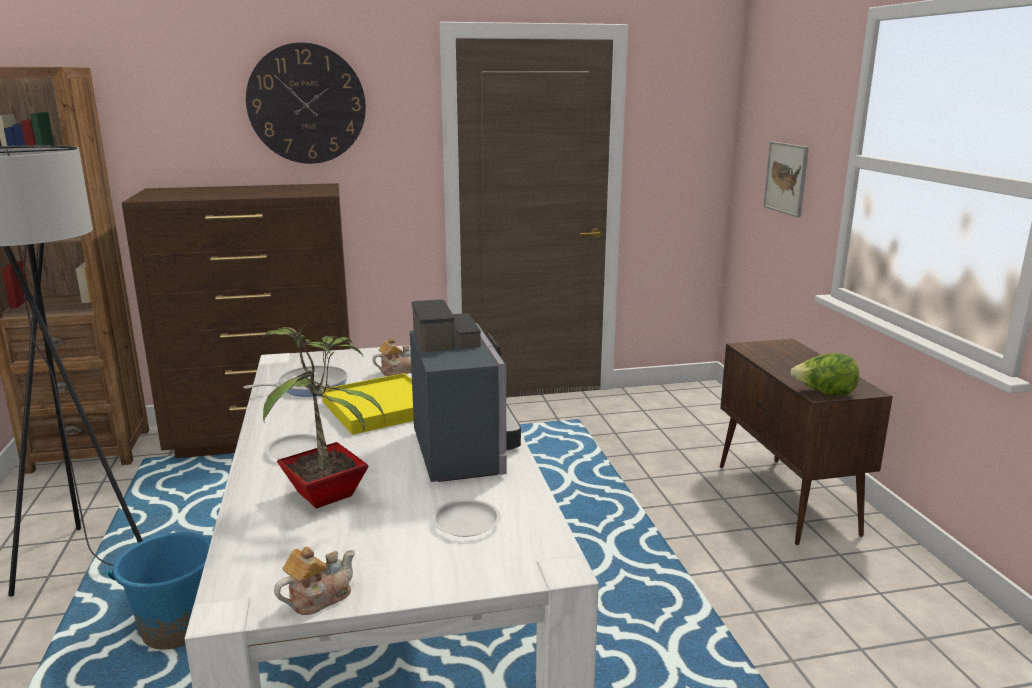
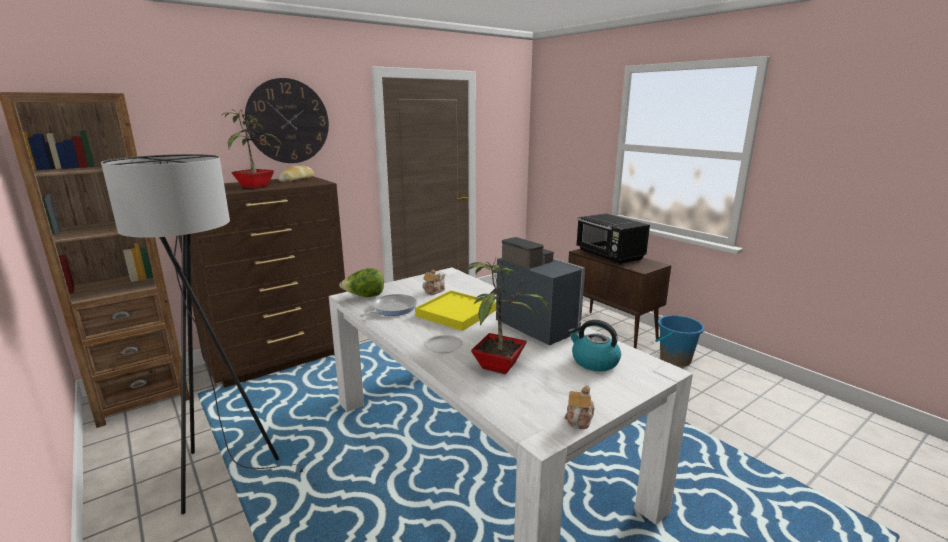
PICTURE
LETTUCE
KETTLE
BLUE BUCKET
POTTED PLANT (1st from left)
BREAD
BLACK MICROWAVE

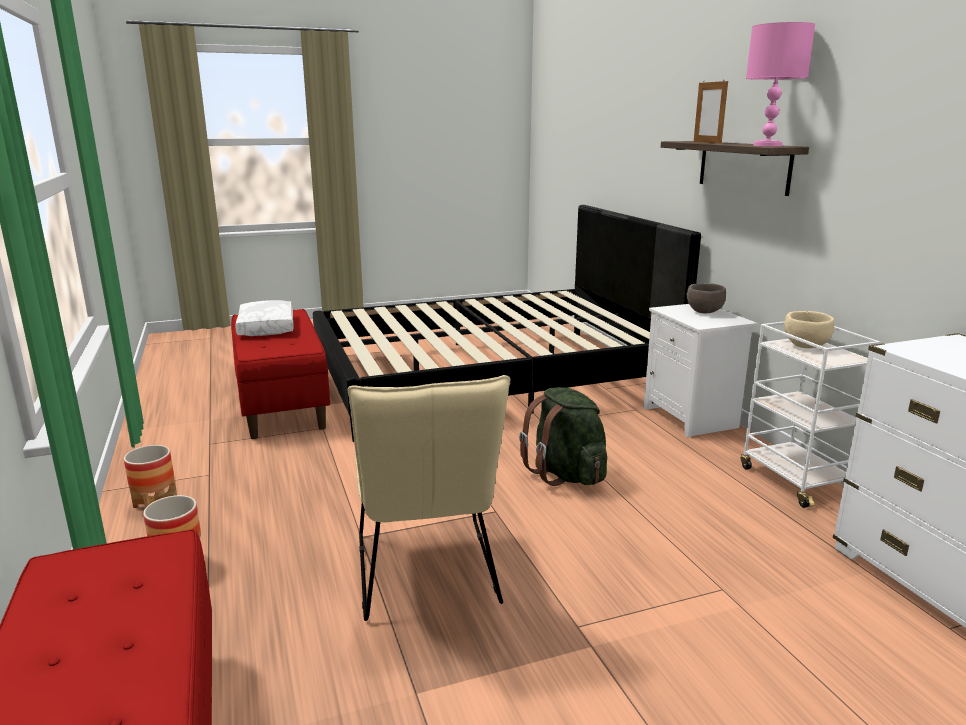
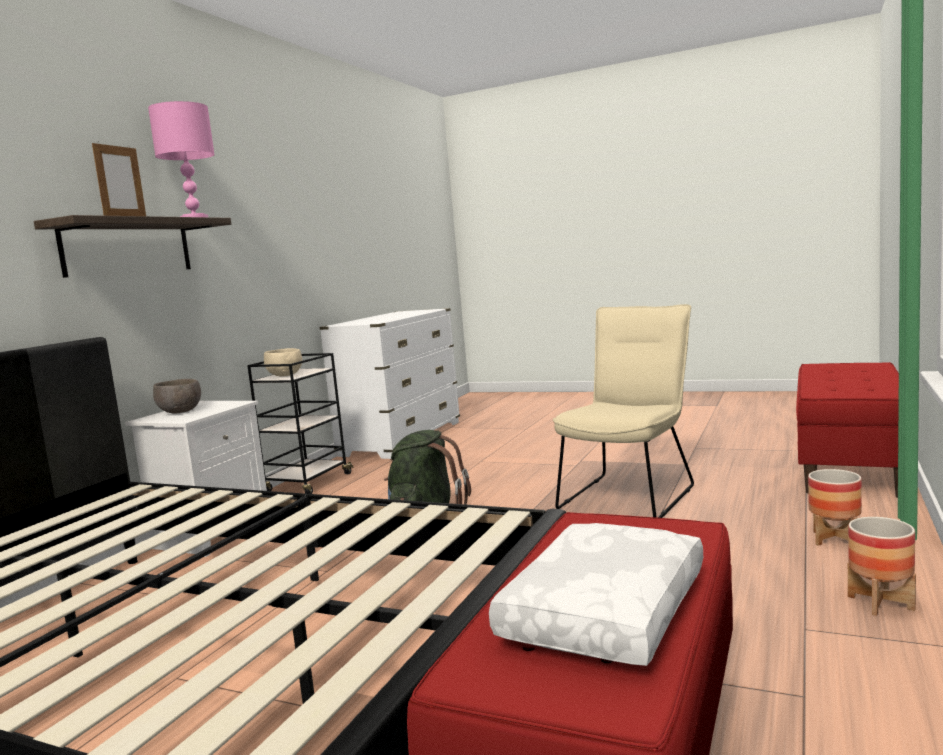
BLACK CART

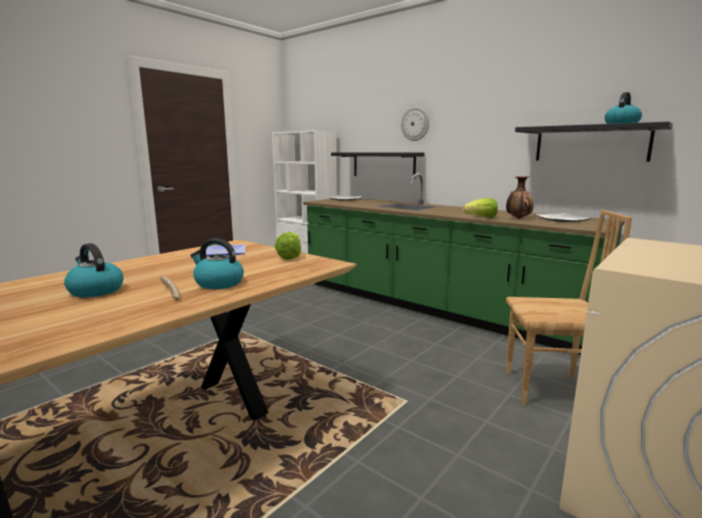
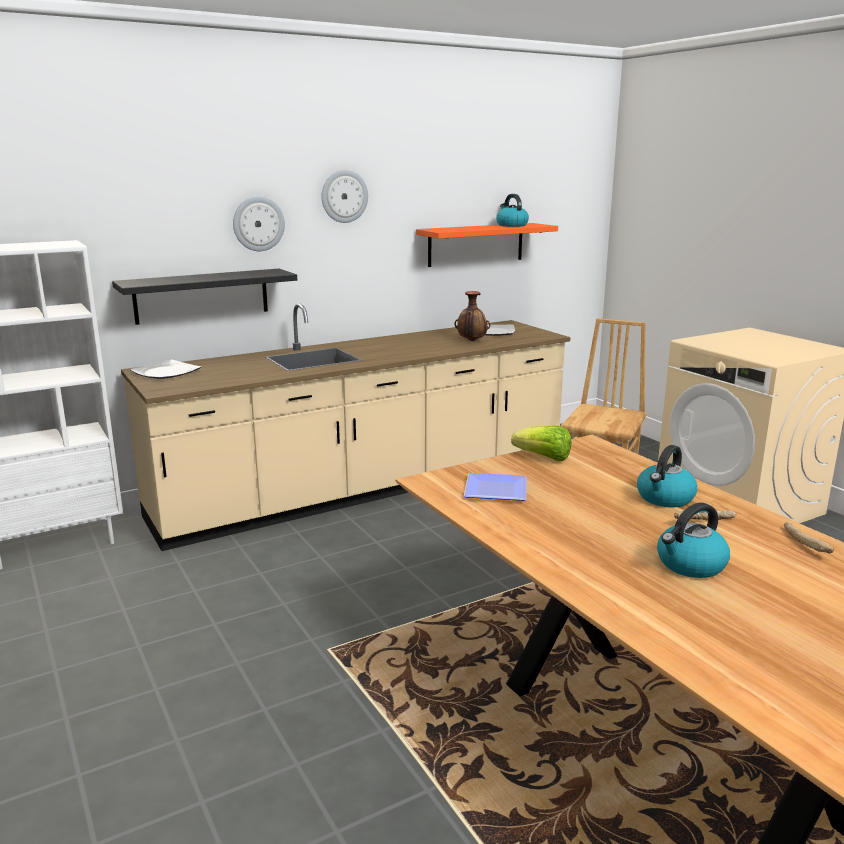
ORANGE SHELF
BEIGE COUNTER
LETTUCE (2nd from left in the first image)
WALL CLOCK (2nd from left)
BREAD (2nd from left)

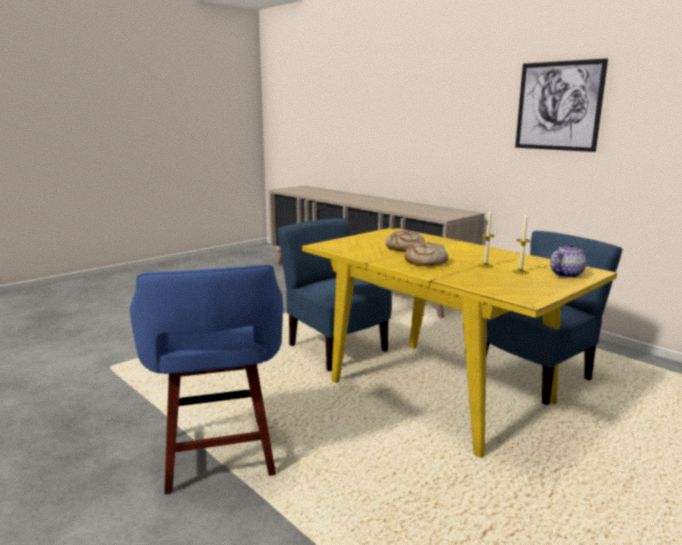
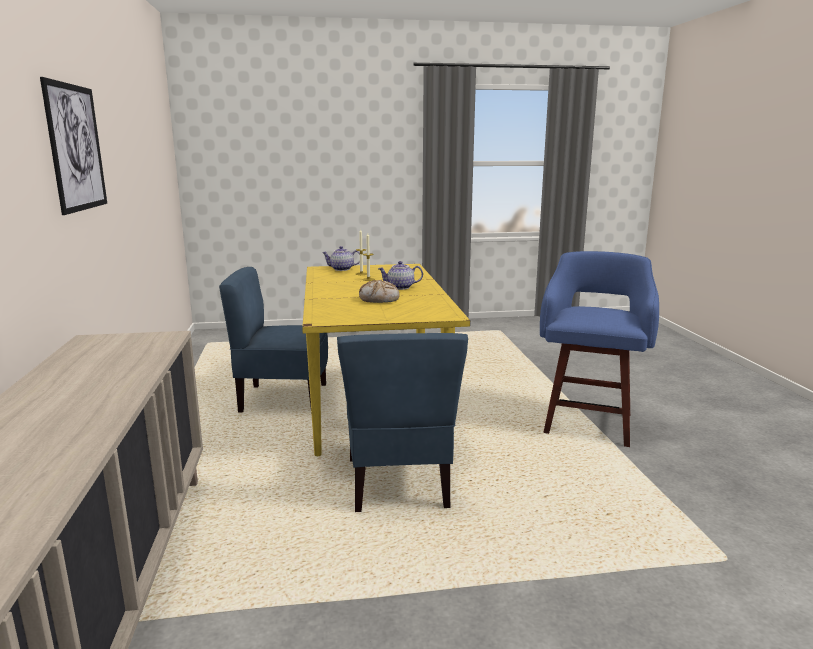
TEAPOT (2nd from left)

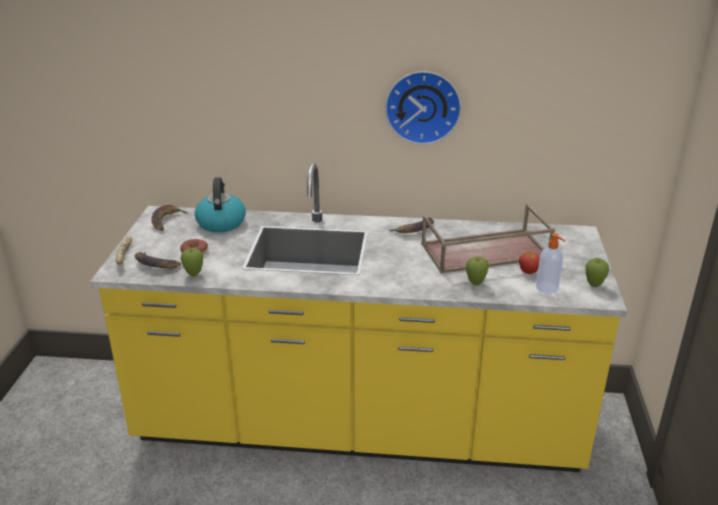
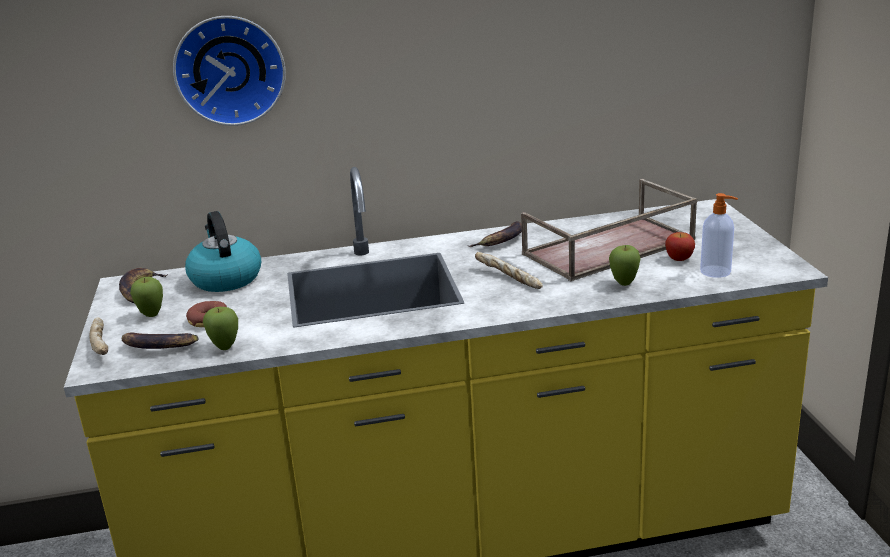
WALL CLOCK
APPLE (1st from left)
BREAD (2nd from left)

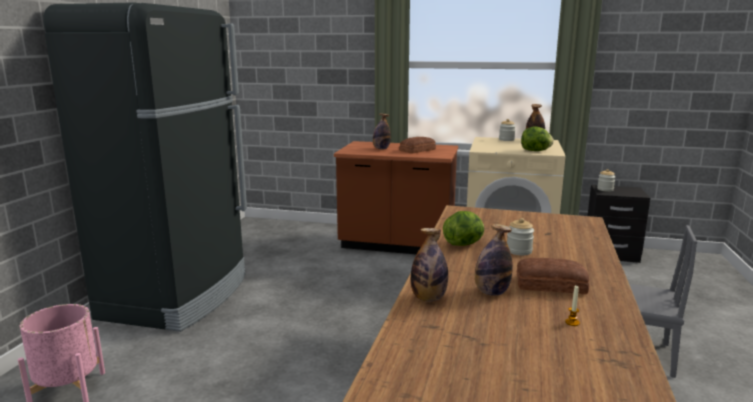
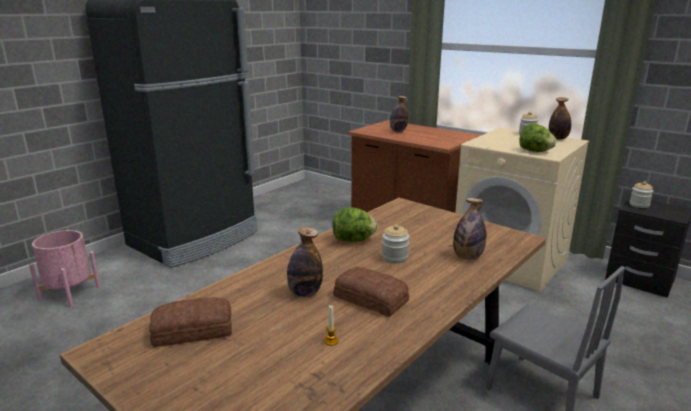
BREAD (1st from left)
BOTTLE (3rd from left)

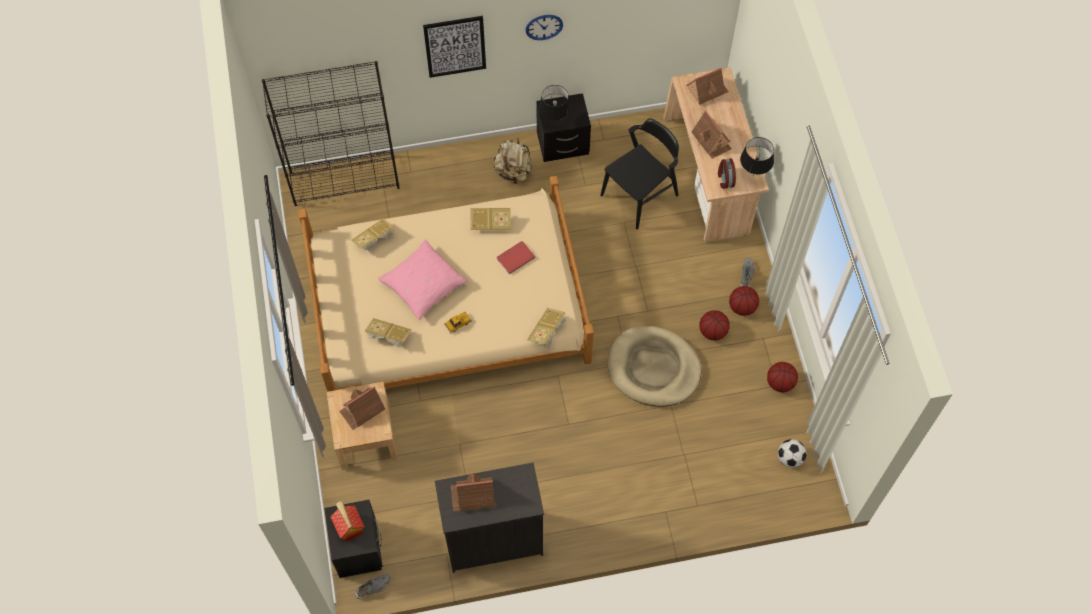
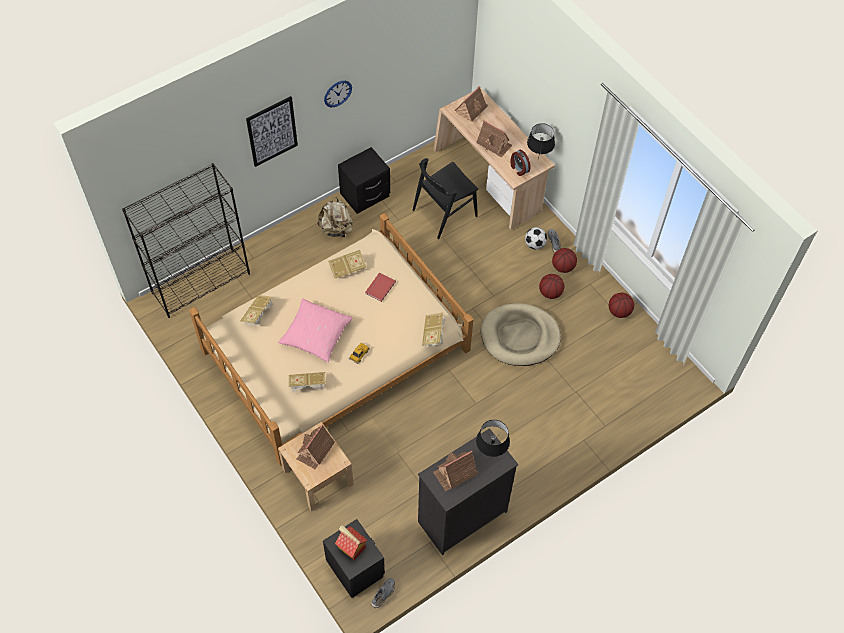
BLACK TABLE LAMP (1st from left)
BLACK CHAIR
FOOTBALL

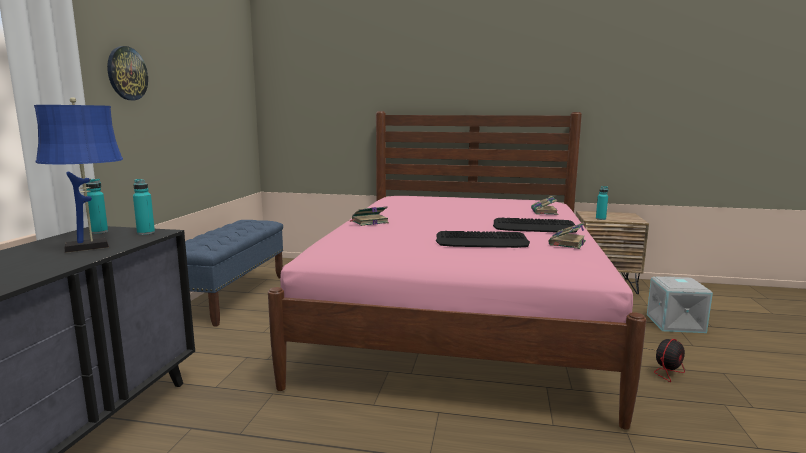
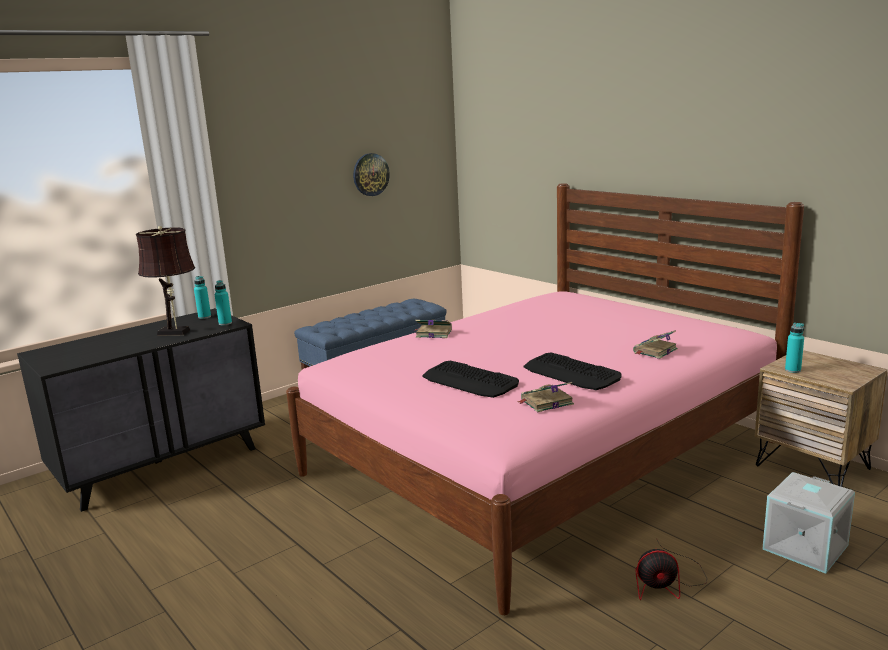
WALL CLOCK
BROWN TABLE LAMP

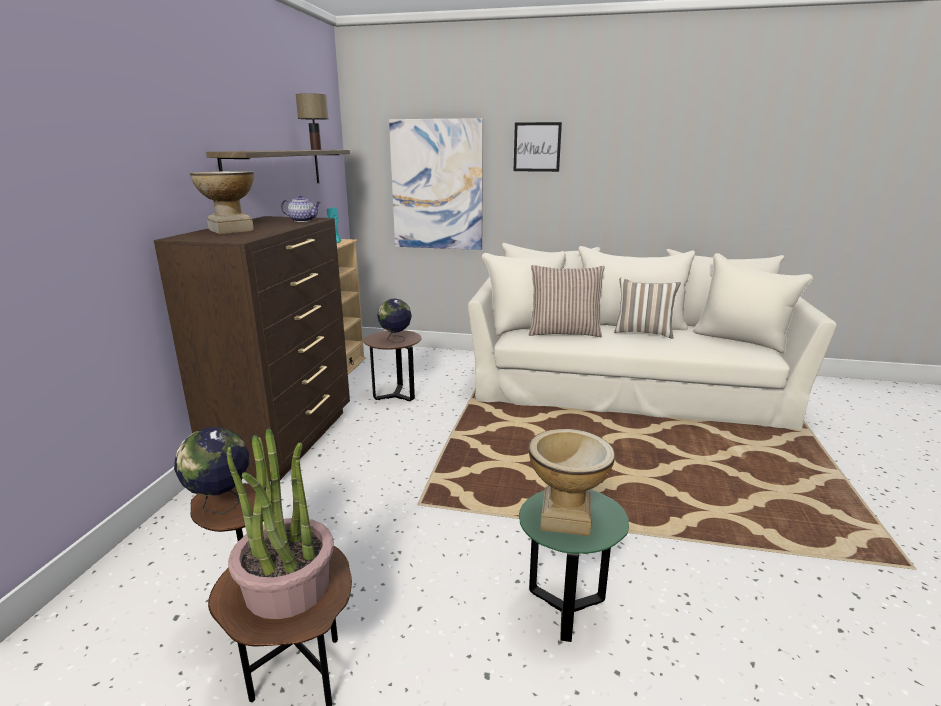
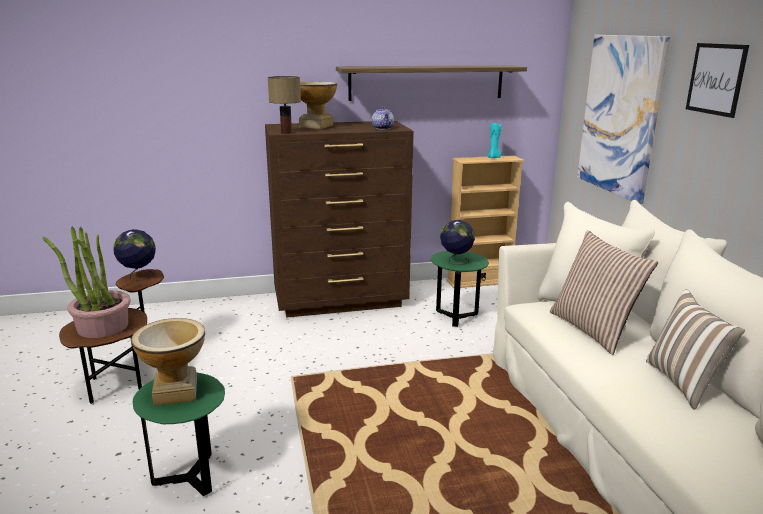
TABLE LAMP
GREEN SIDE TABLE (2nd from left)

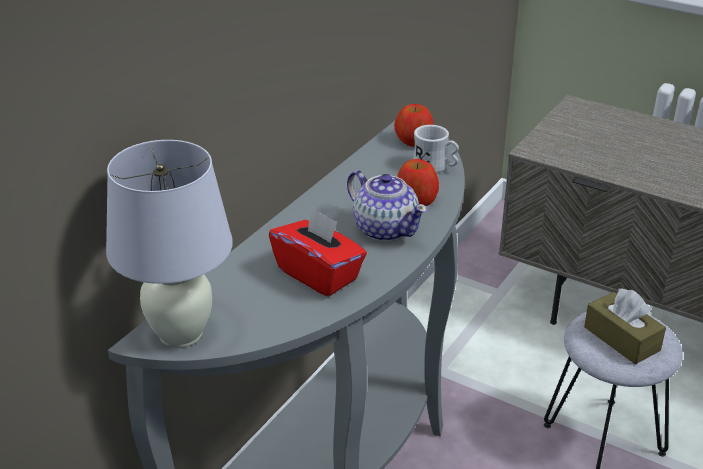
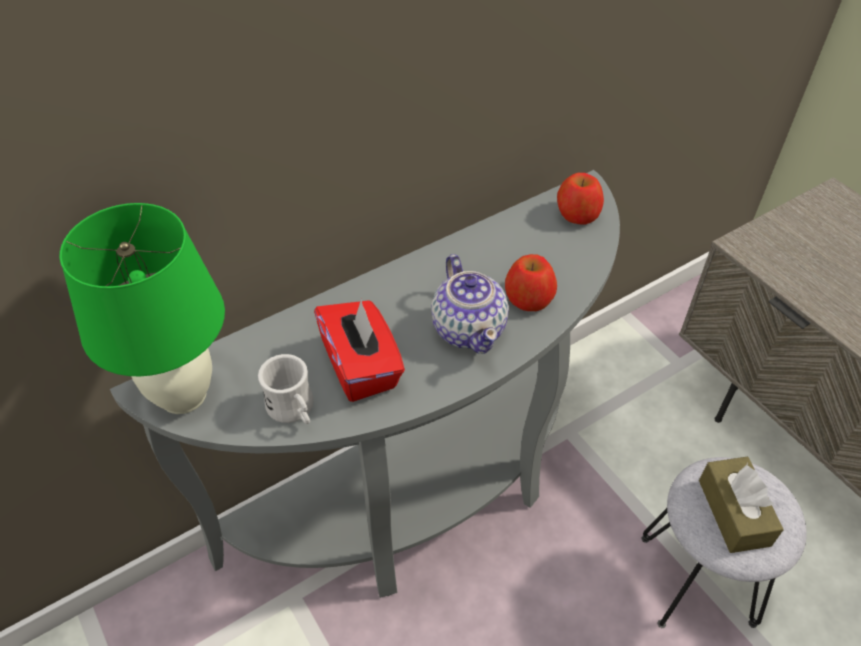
WHITE MUG
GREEN TABLE LAMP

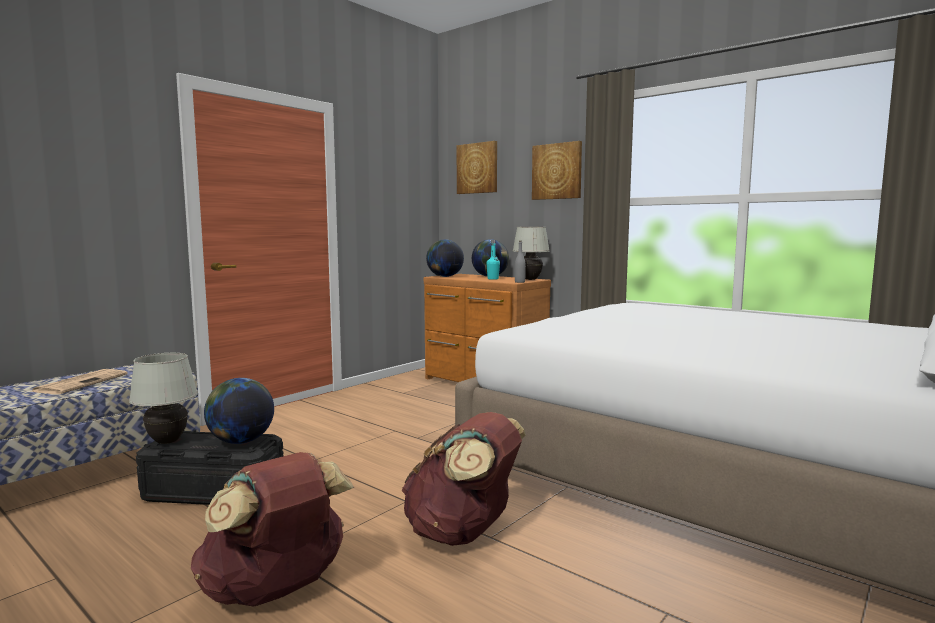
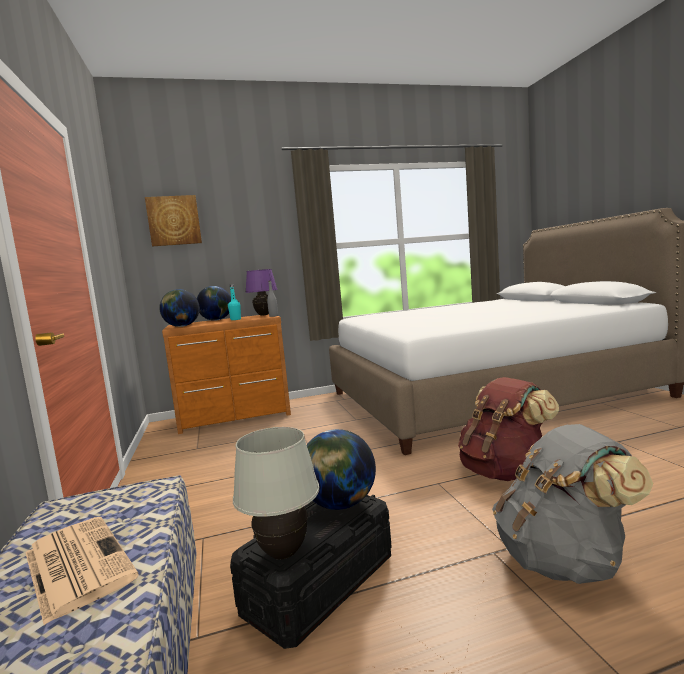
PICTURE (2nd from left in the first image)
PURPLE TABLE LAMP
GREY BACKPACK

